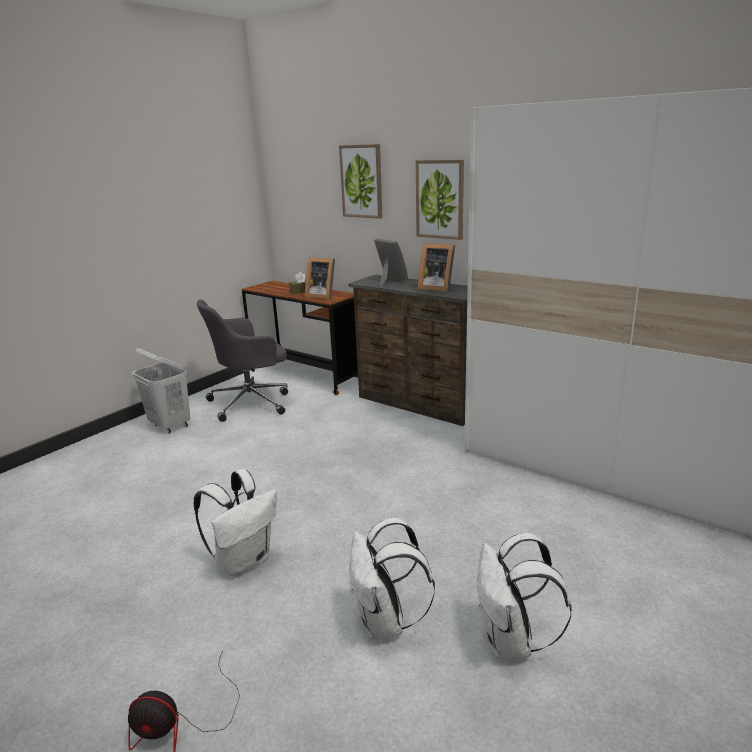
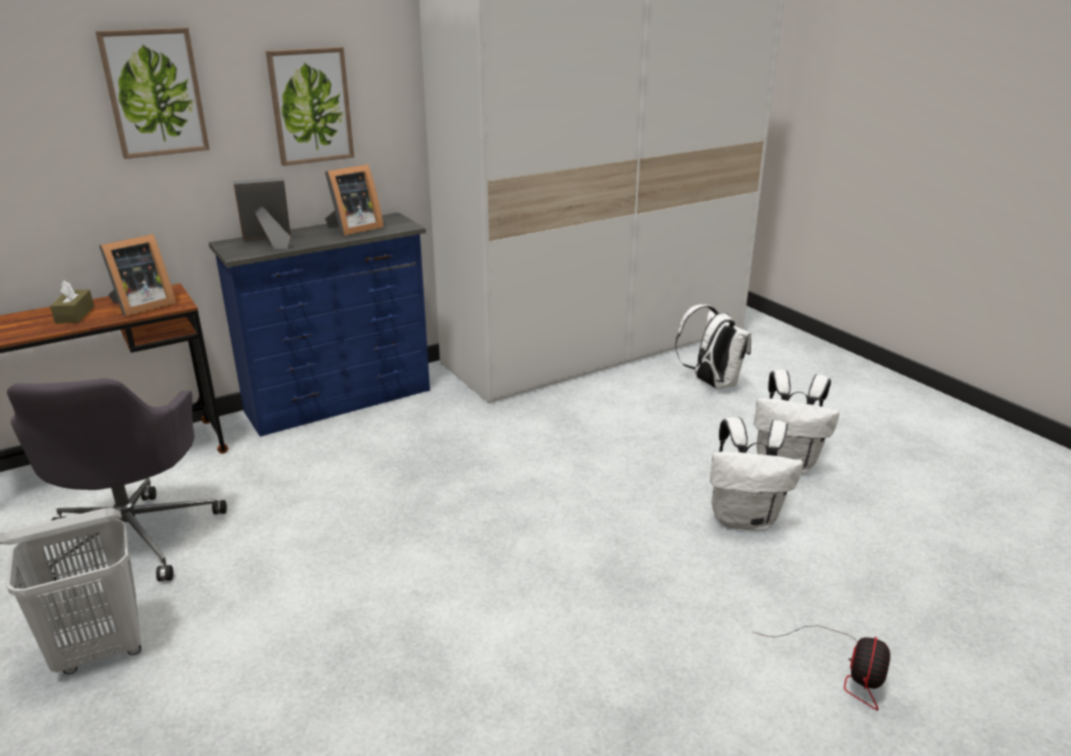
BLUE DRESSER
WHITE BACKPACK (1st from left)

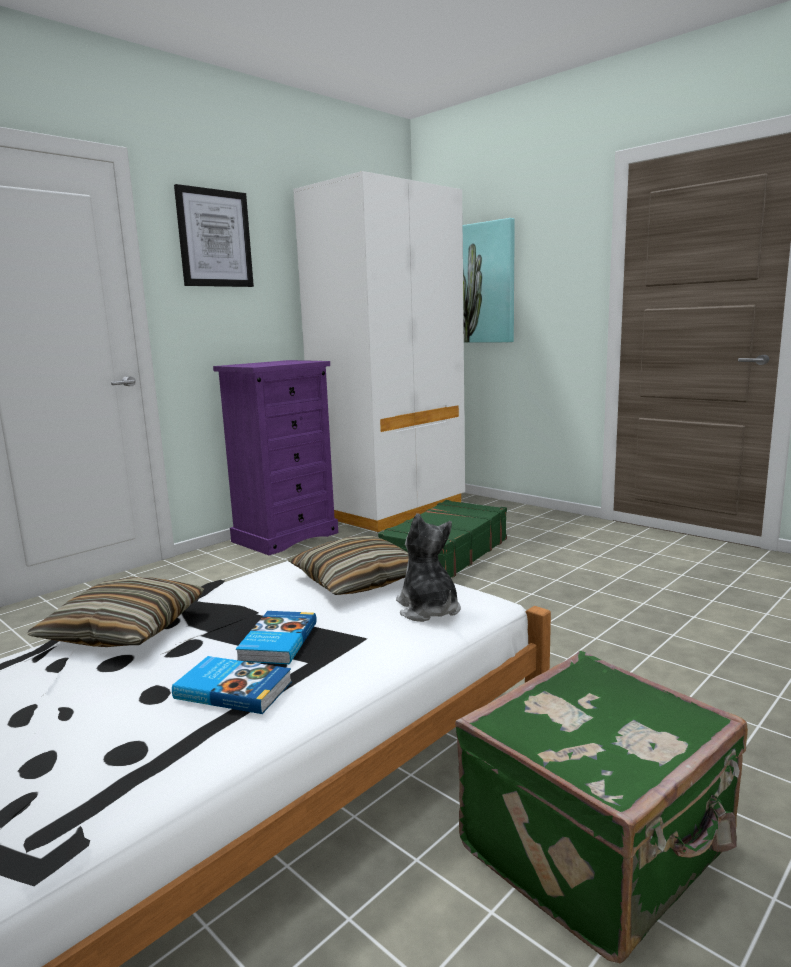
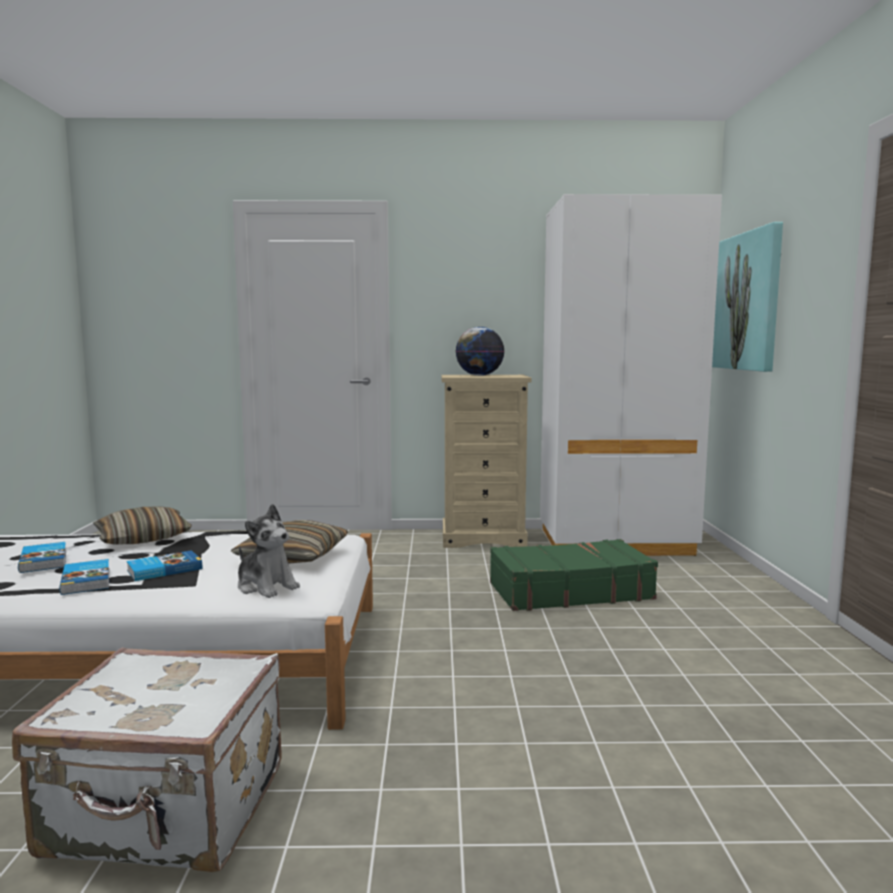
PICTURE (1st from left in the first image)
BEIGE DRESSER
PLUSH TOY
WHITE SUITCASE
GLOBE
BOOK (1st from left)

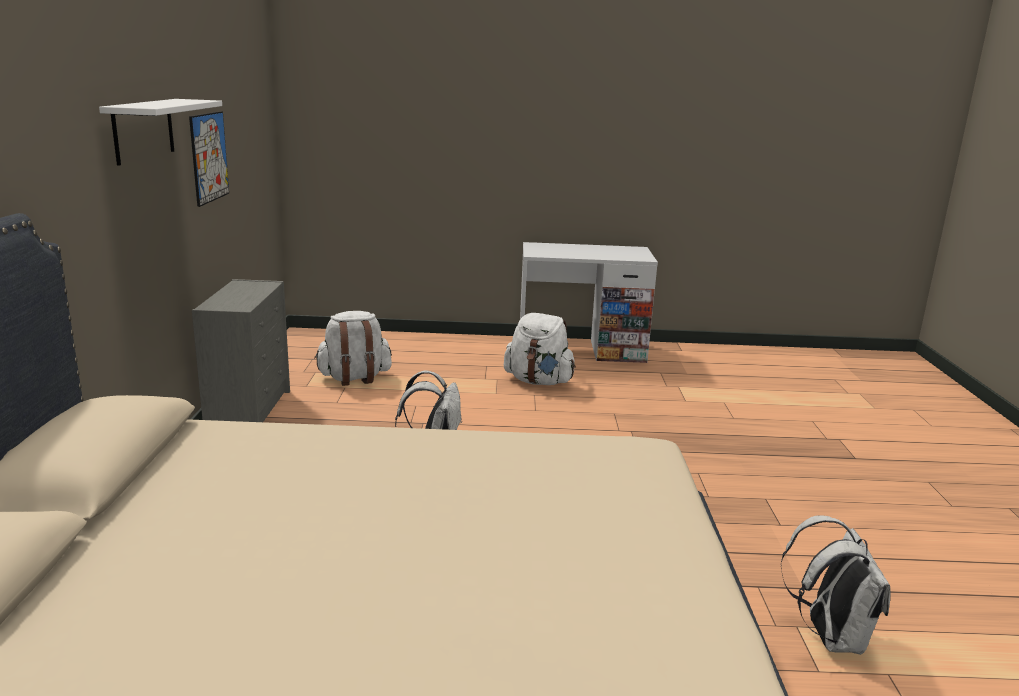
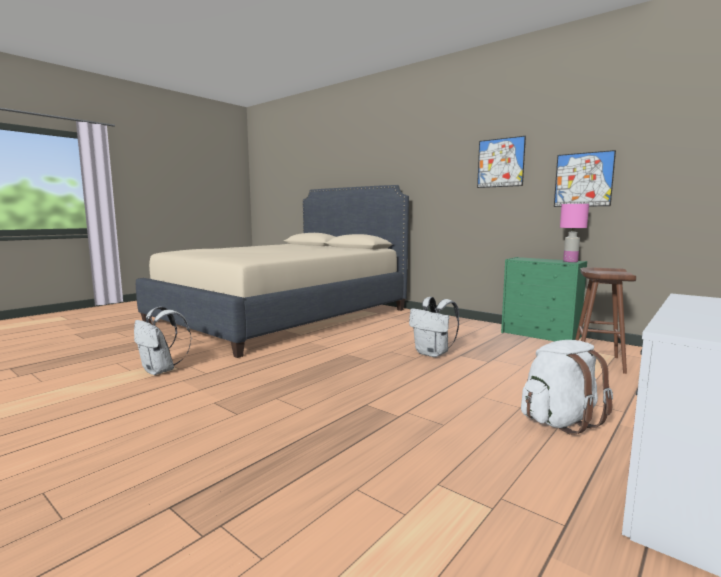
PICTURE (1st from left)
GREEN DRESSER
BROWN STOOL
PINK TABLE LAMP

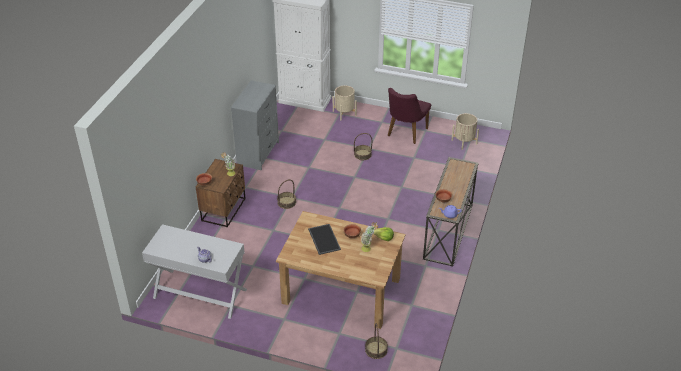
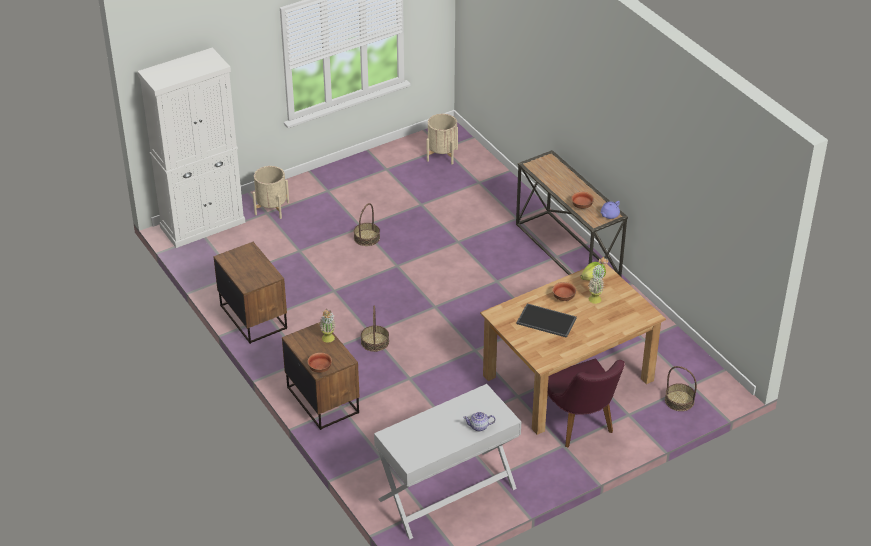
BROWN NIGHTSTAND (1st from left)
PURPLE CHAIR

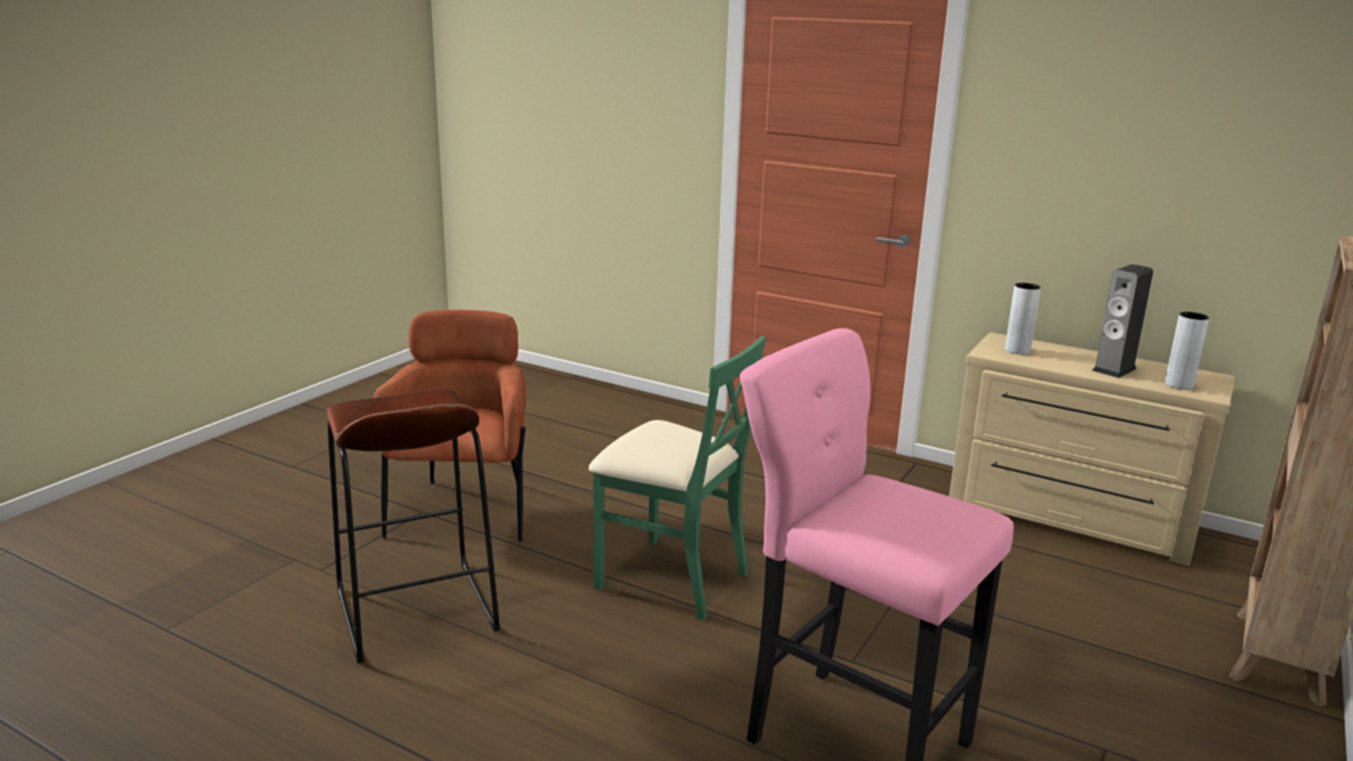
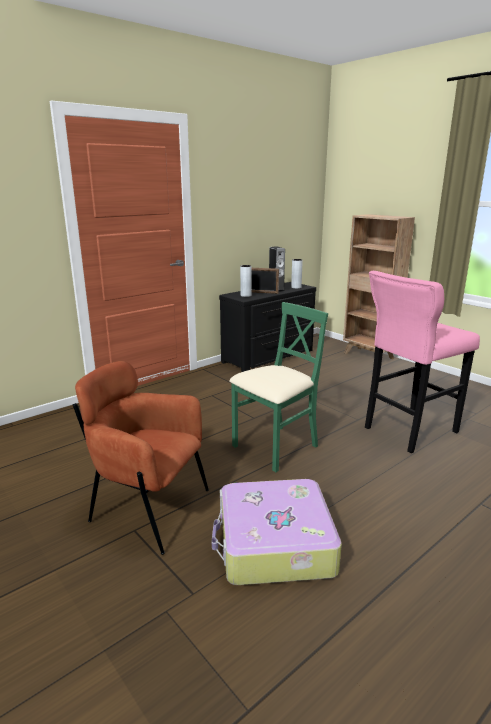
BLACK DRESSER
SUITCASE
PICTURE FRAME

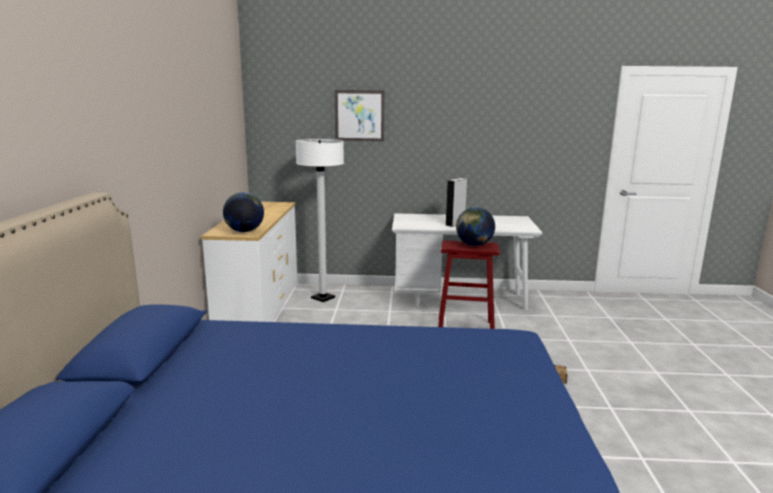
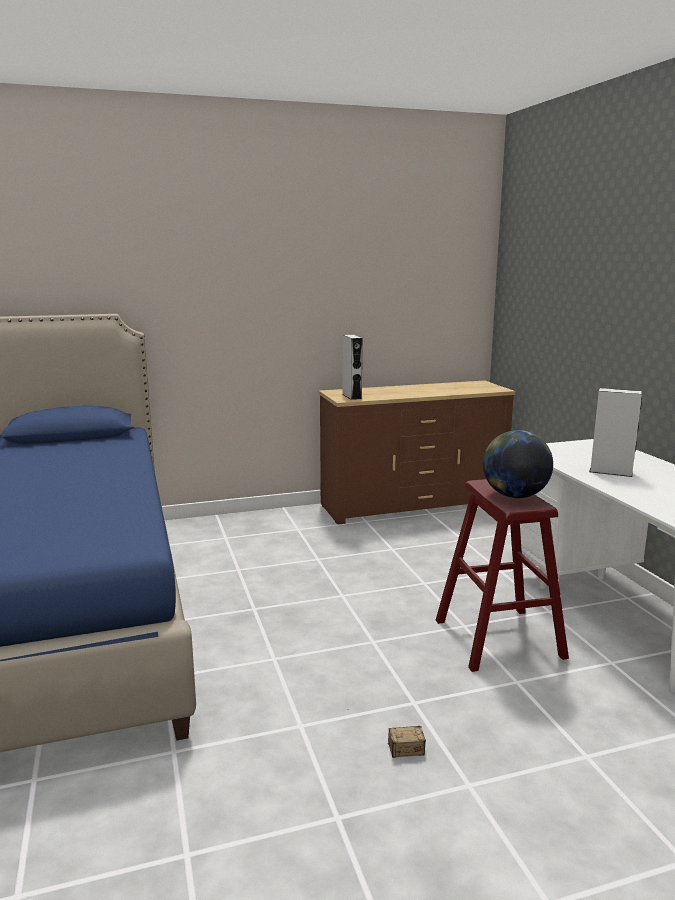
PICTURE
WHITE FLOOR LAMP
GREY SPEAKER (1st from left)
BROWN DRESSER

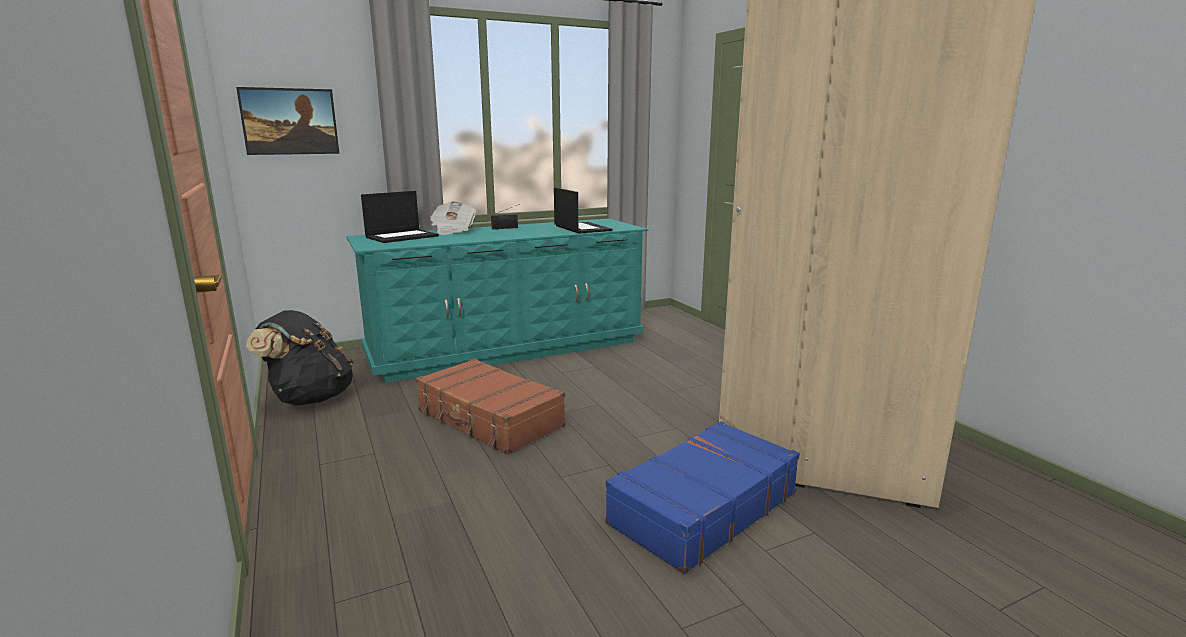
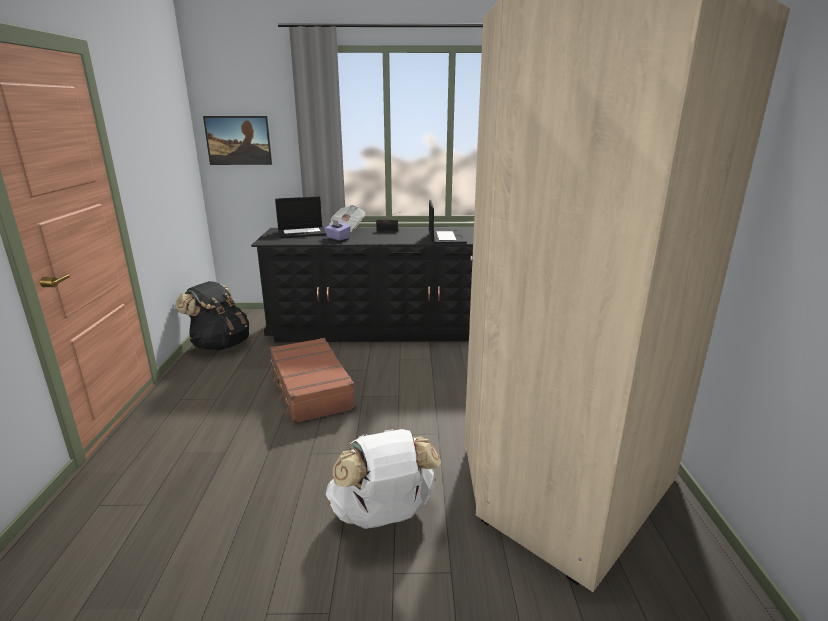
BLACK DRESSER
WHITE BACKPACK
PURPLE TISSUE BOX

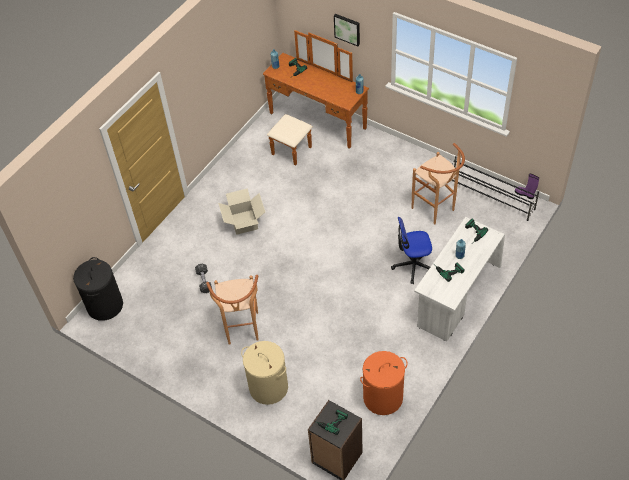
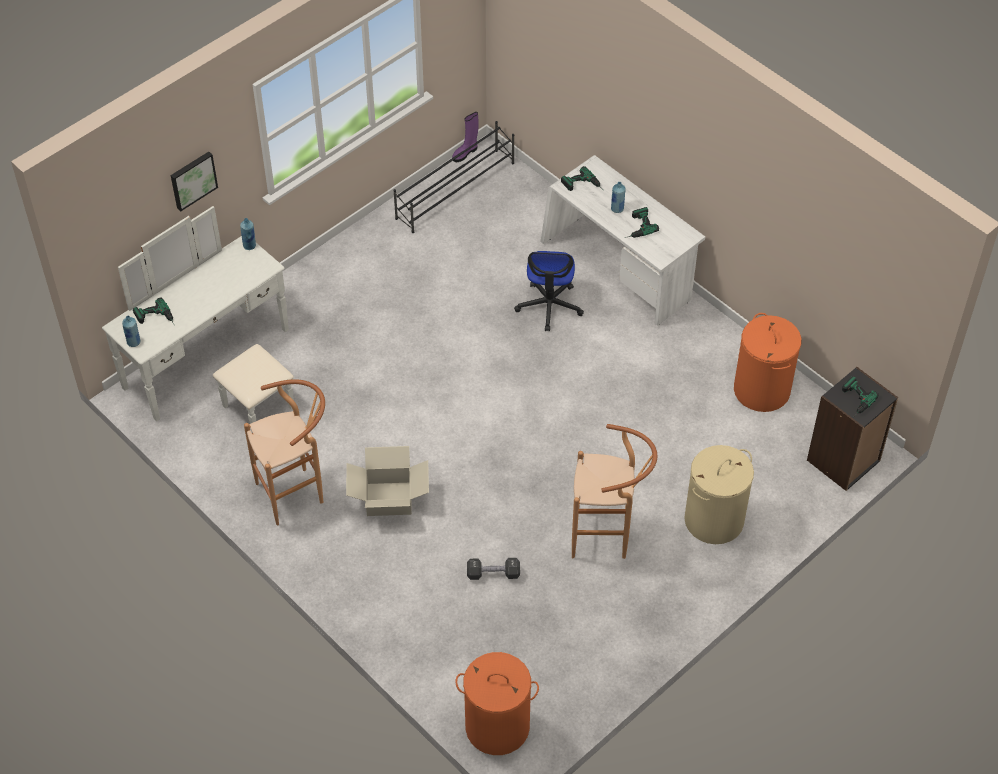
WHITE DRESSER
BROWN STOOL (1st from left)
ORANGE LAUNDRY BASKET (1st from left)

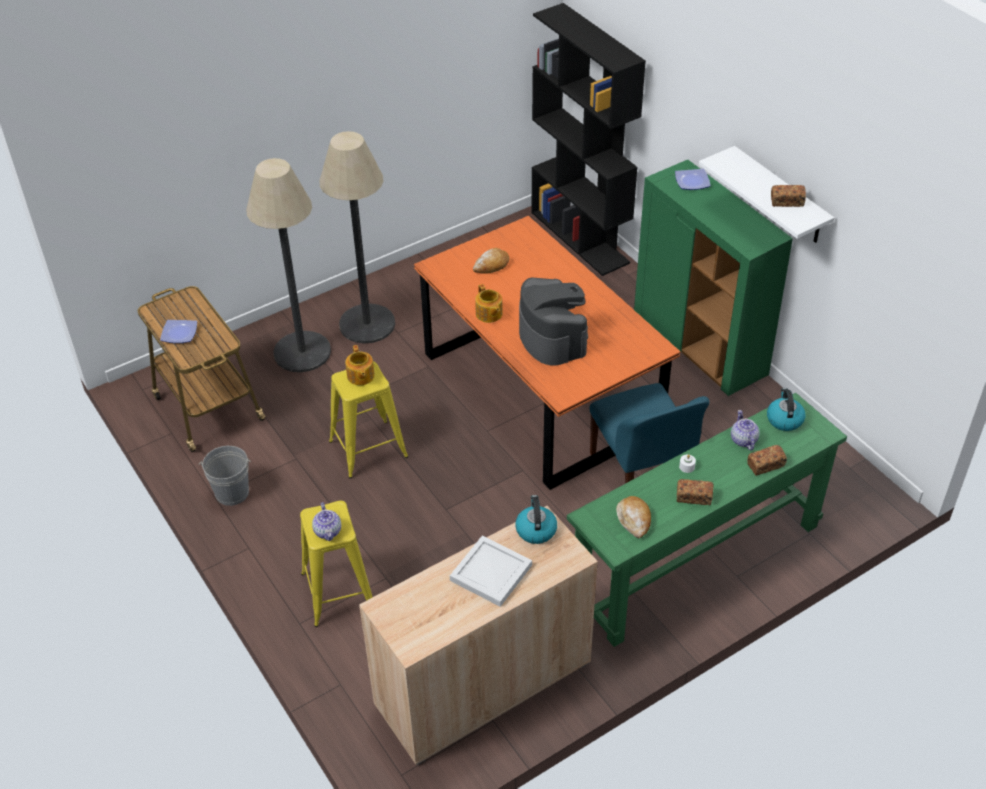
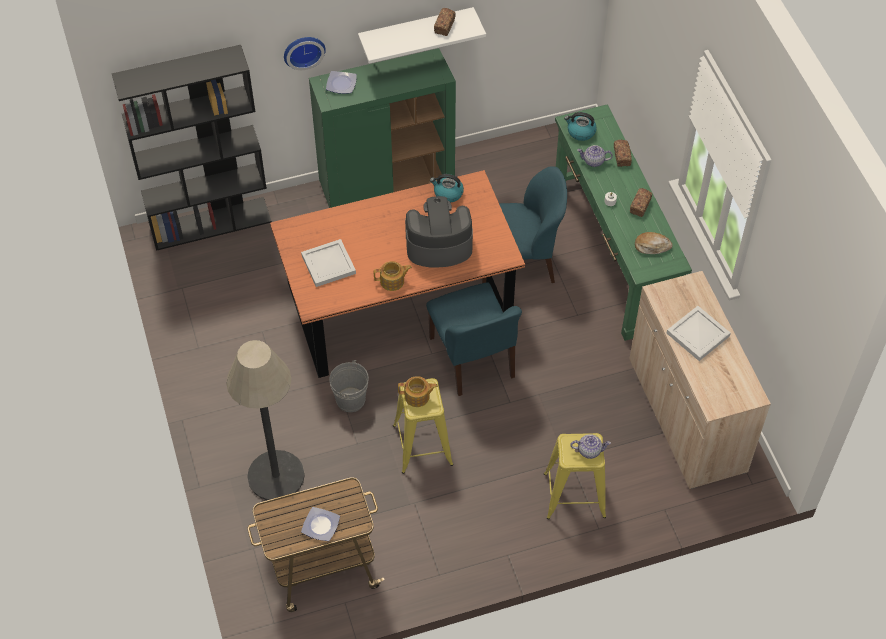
FLOOR LAMP (2nd from left in the first image)
WHITE TRAY (1st from left)
GREY BUCKET
KETTLE (1st from left)
WALL CLOCK
BLUE CHAIR (1st from left)

